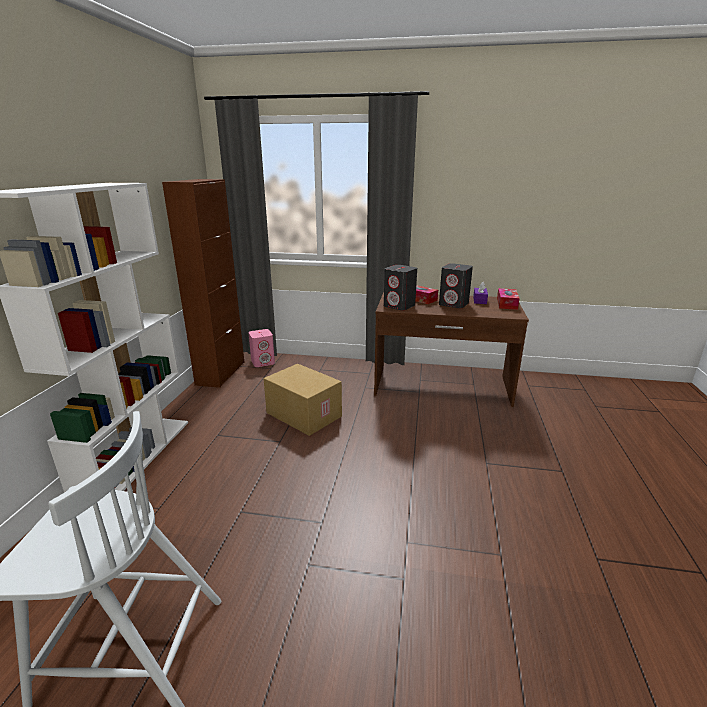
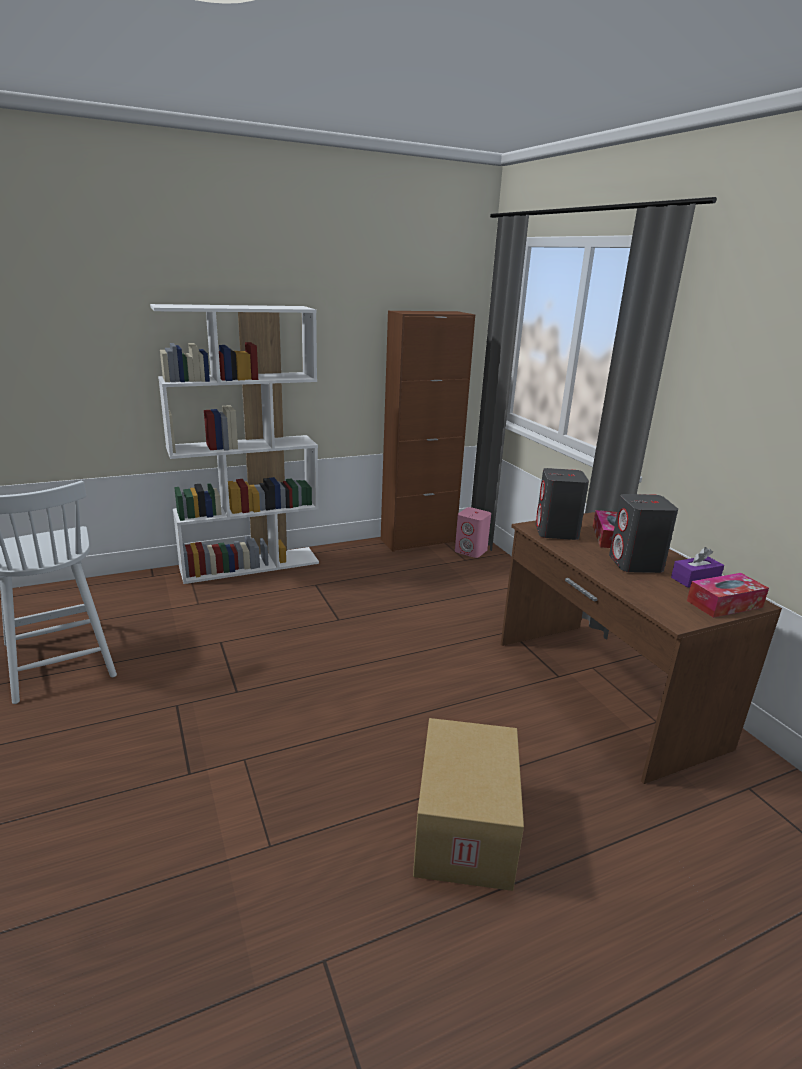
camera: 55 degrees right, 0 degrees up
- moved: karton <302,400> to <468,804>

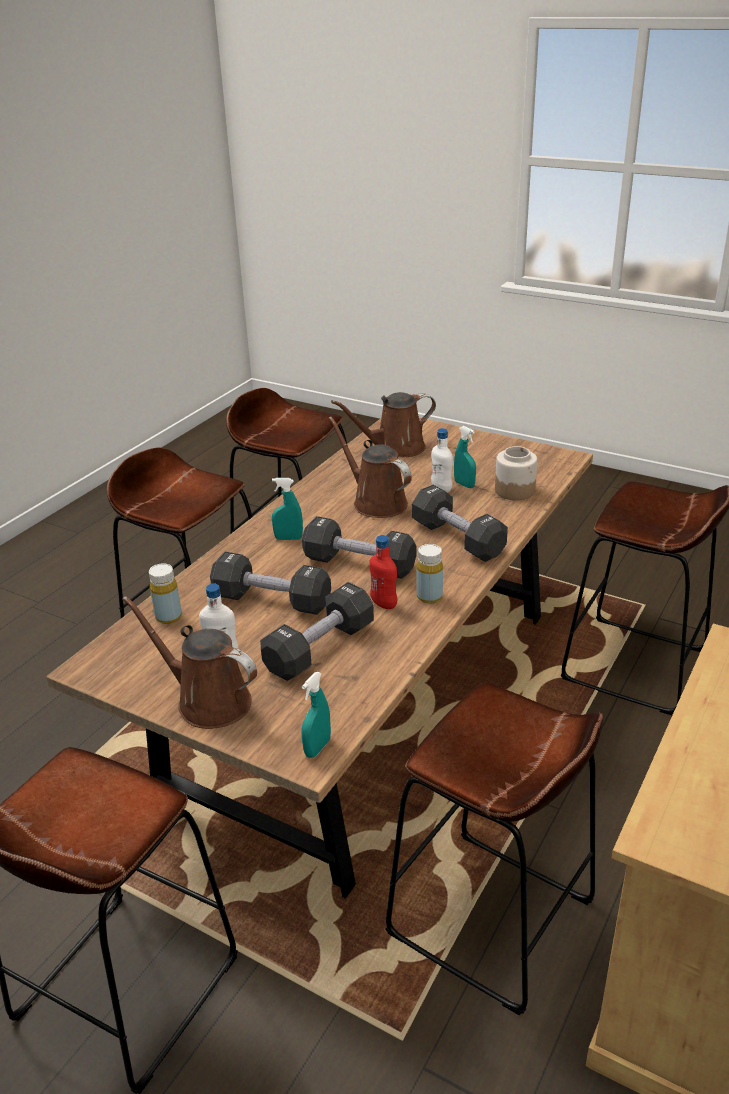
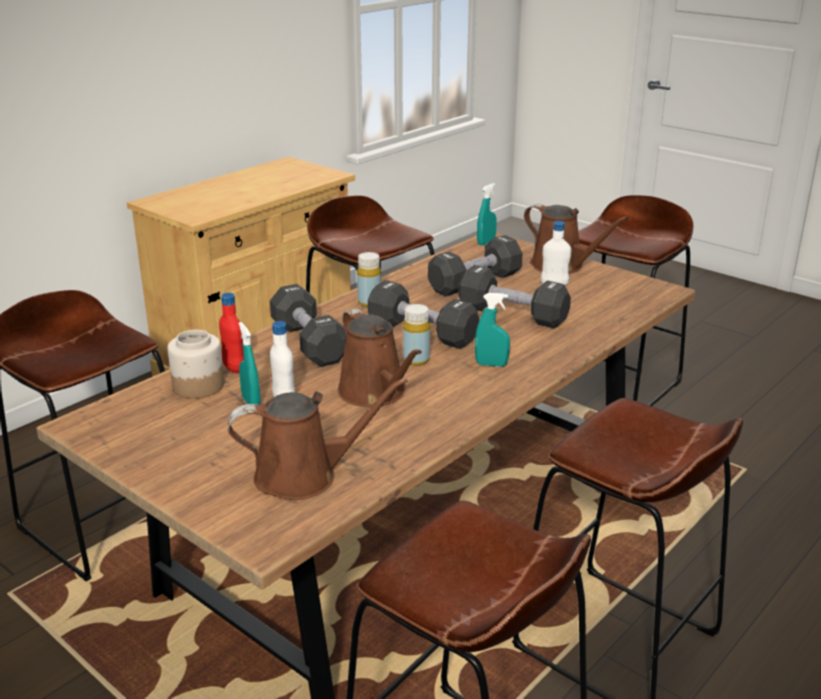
camera: 170 degrees left, 5 degrees down
- moved: butelka/żółty <165,593> to <416,335>
- moved: butelka/czerwony <383,572> to <231,333>

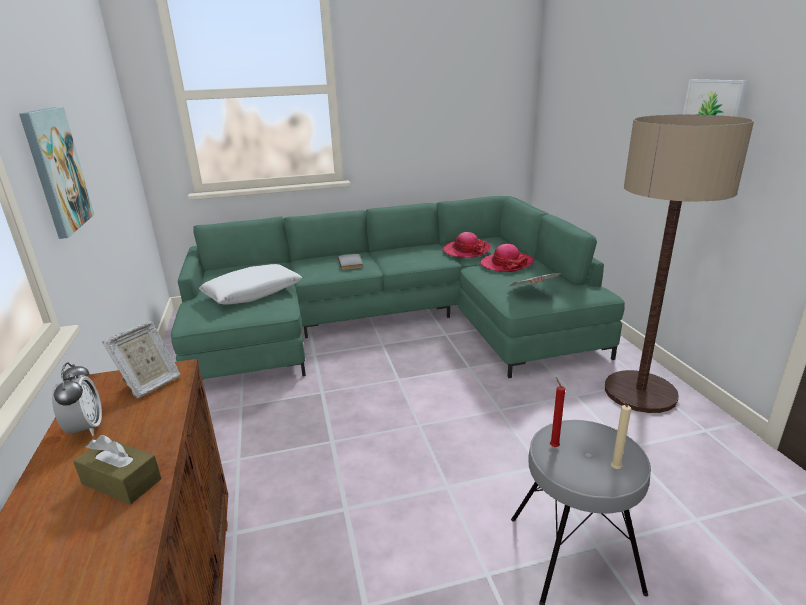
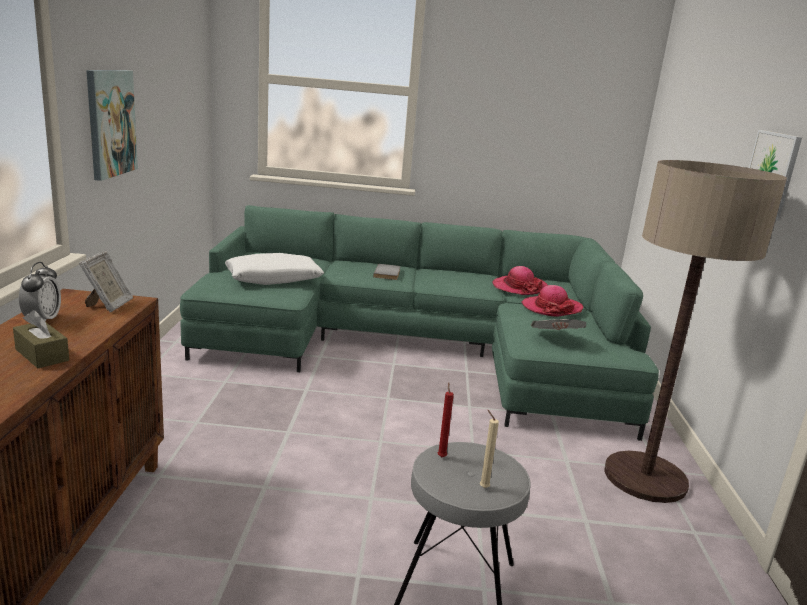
camera: 15 degrees right, 5 degrees down
- turned: ramka na zdjęcie <141,359> = <106,281> 45 degrees counterclockwise

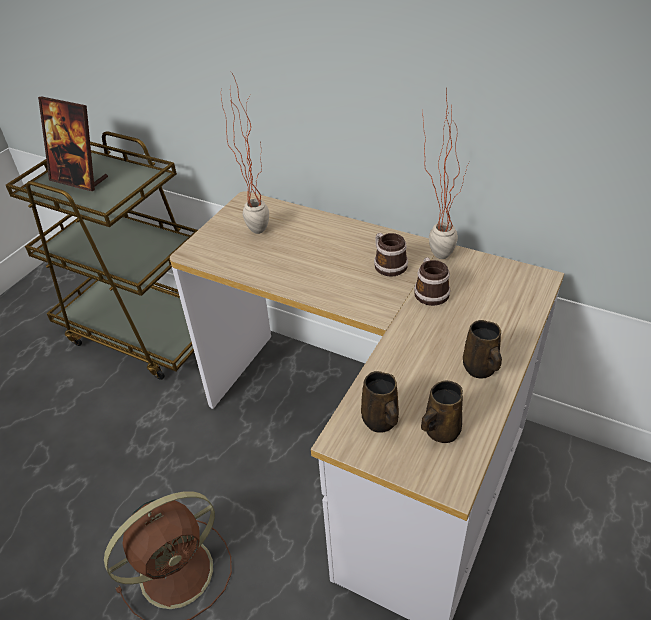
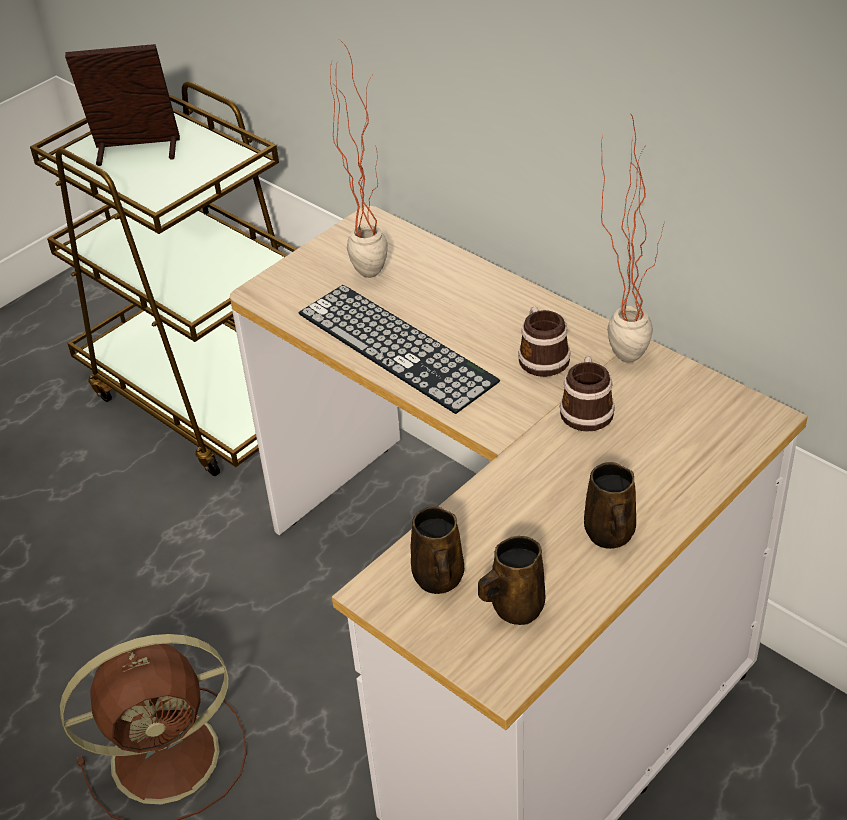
camera: 15 degrees right, 0 degrees up
- turned: ramka na zdjęcie <73,144> = <122,105> 135 degrees clockwise
- added: klawiatura <399,349>

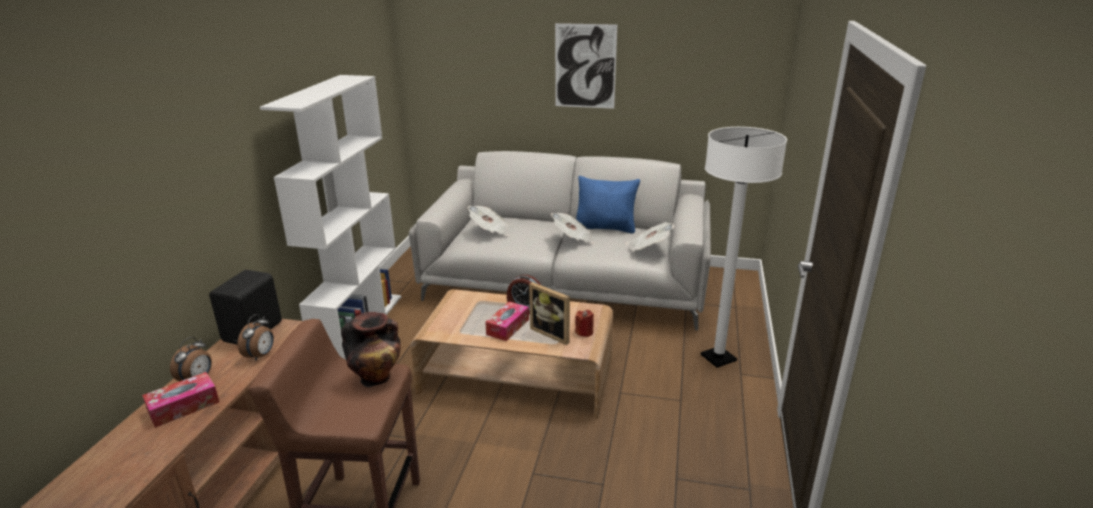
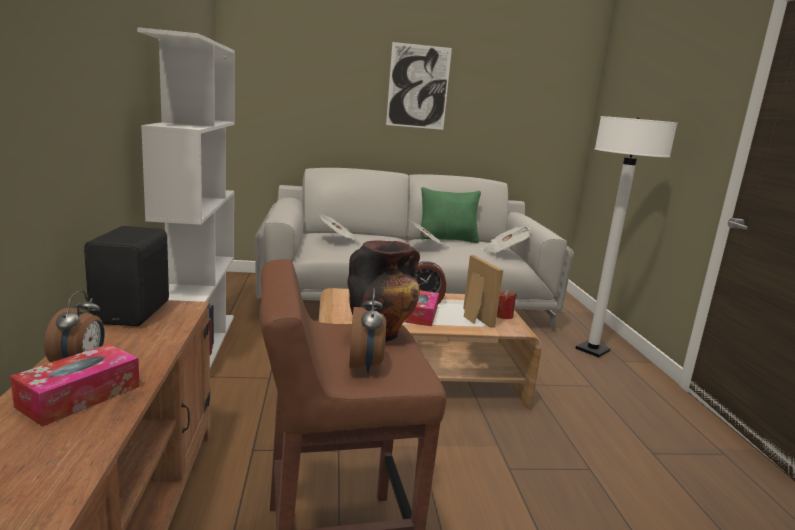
camera: 20 degrees left, 10 degrees down
- moved: budzik <255,337> to <367,331>
- turned: ramka na zdjęcie <549,313> = <483,291> 135 degrees counterclockwise
- recoloured: poduszka/niebieski <608,205> to poduszka/zielony <450,215>

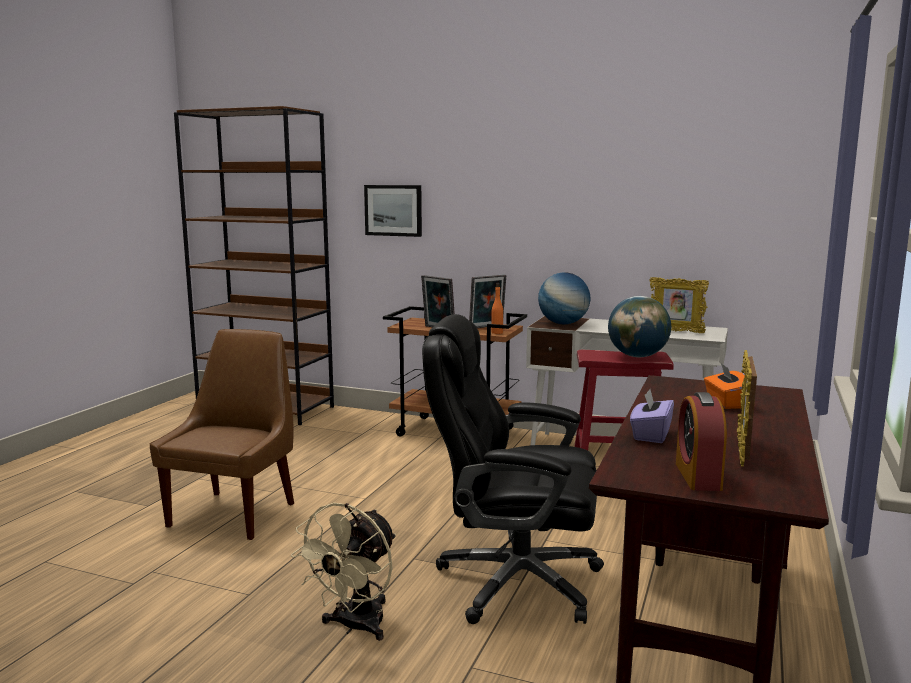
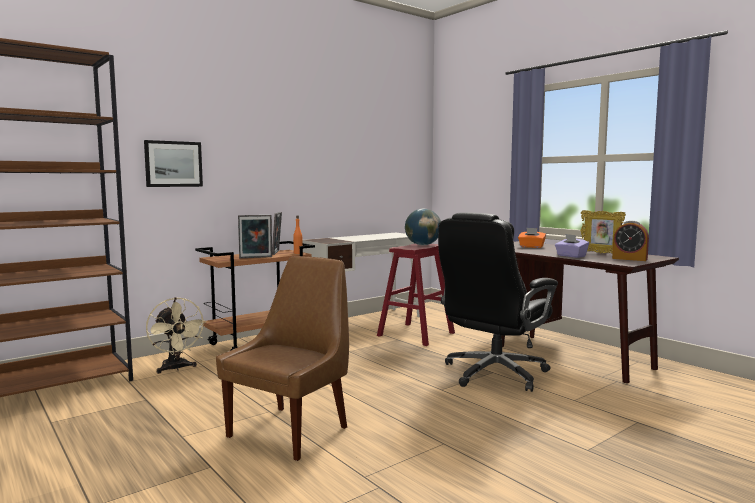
camera: 60 degrees left, 5 degrees down
- turned: krzesło/brązowy <221,434> = <282,358> 75 degrees clockwise
- moved: wentylator/beżowy <343,572> to <176,335>
- removed: globus <564,298>
- removed: ramka na zdjęcie <679,305>

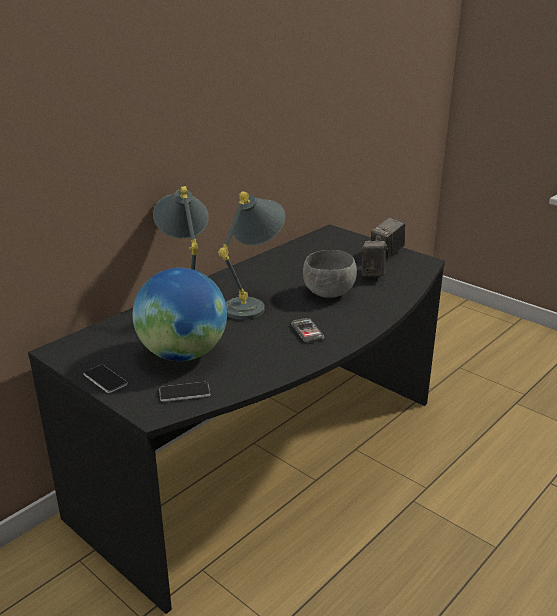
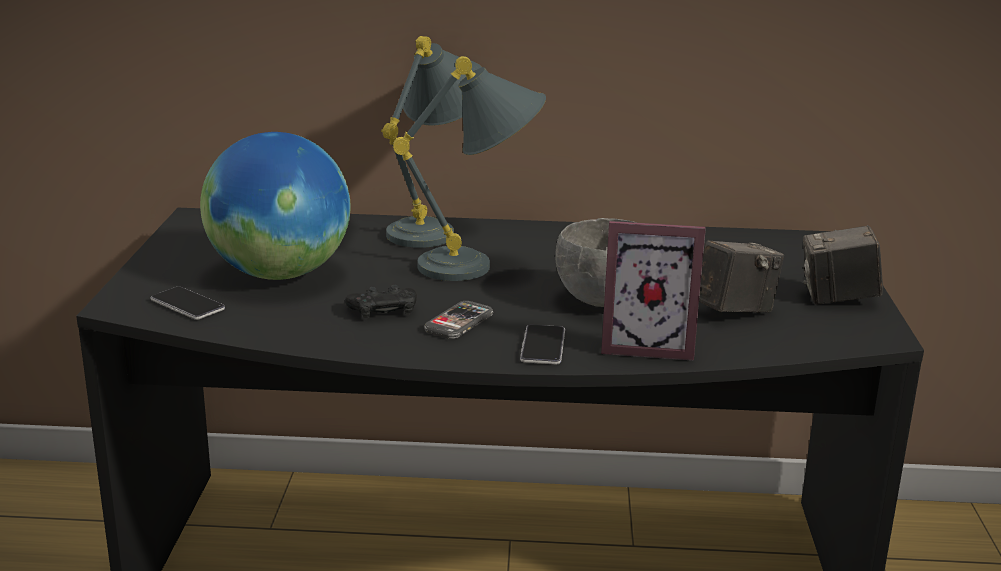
camera: 50 degrees right, 5 degrees down
- moved: telefon <106,379> to <542,344>
- added: pad do gier/czarny <381,302>
- added: ramka na zdjęcie <653,291>

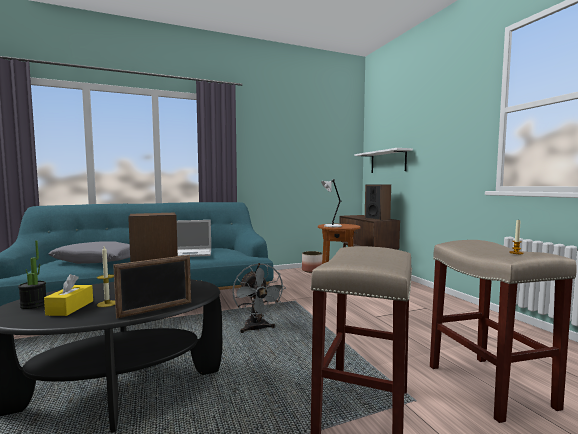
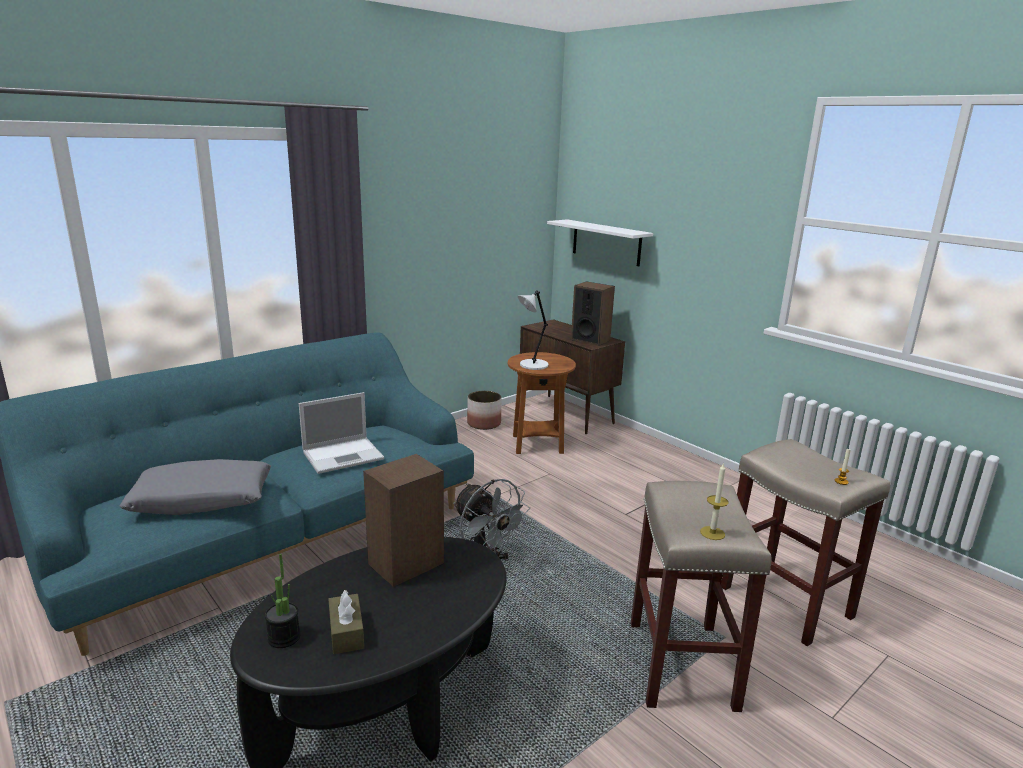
camera: 20 degrees left, 15 degrees up
- recoloured: pudełko chusteczek/żółty <68,295> to pudełko chusteczek/brązowy <346,622>
- moved: świeca <106,276> to <714,501>
- removed: ramka na zdjęcie <152,286>

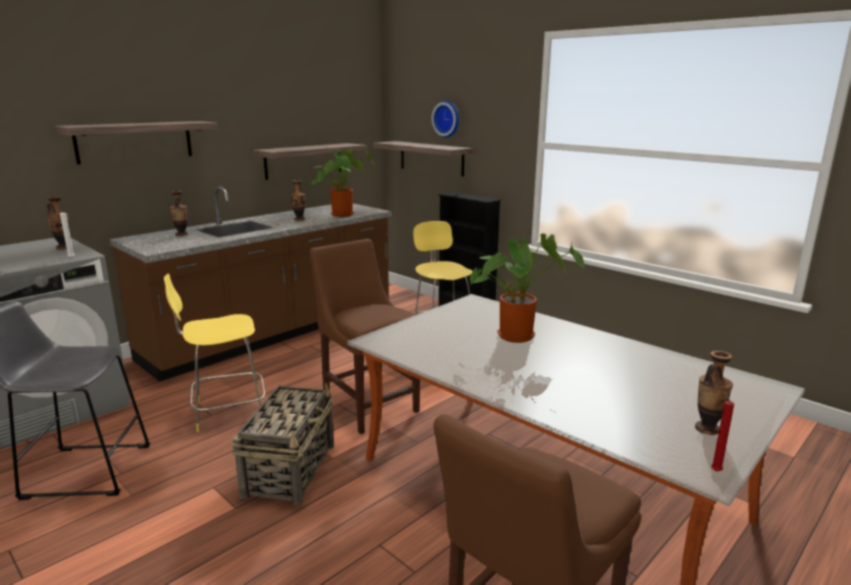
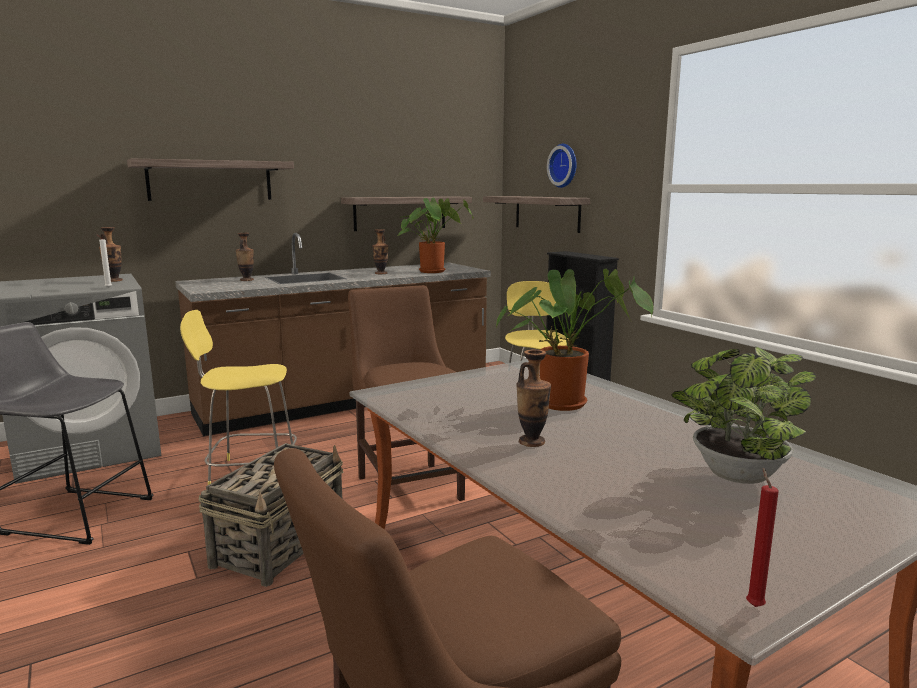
camera: 15 degrees right, 5 degrees down
- moved: wazon <714,393> to <533,398>
- added: roślina doniczkowa <743,415>

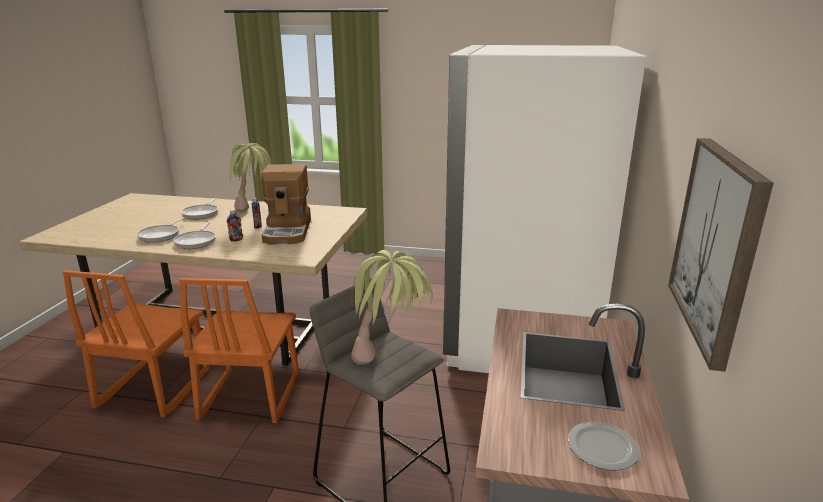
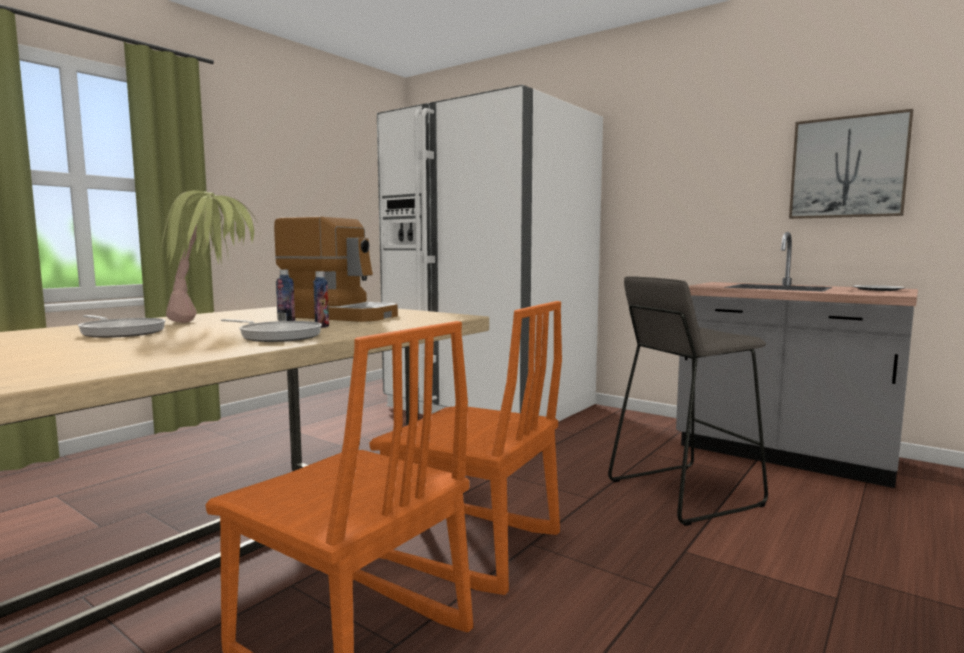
camera: 65 degrees left, 15 degrees down
- removed: patelnia <161,230>
- removed: roślina doniczkowa <392,307>

